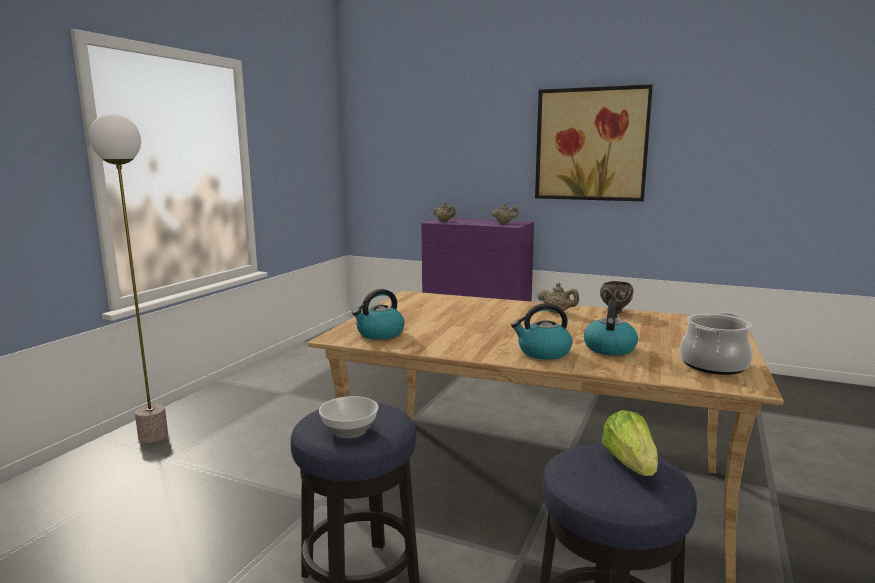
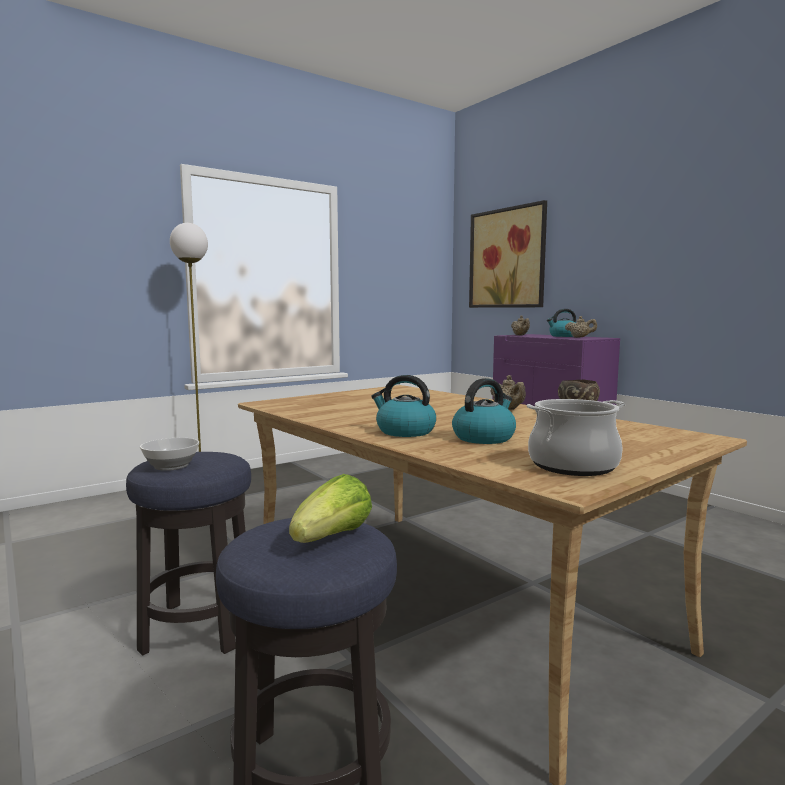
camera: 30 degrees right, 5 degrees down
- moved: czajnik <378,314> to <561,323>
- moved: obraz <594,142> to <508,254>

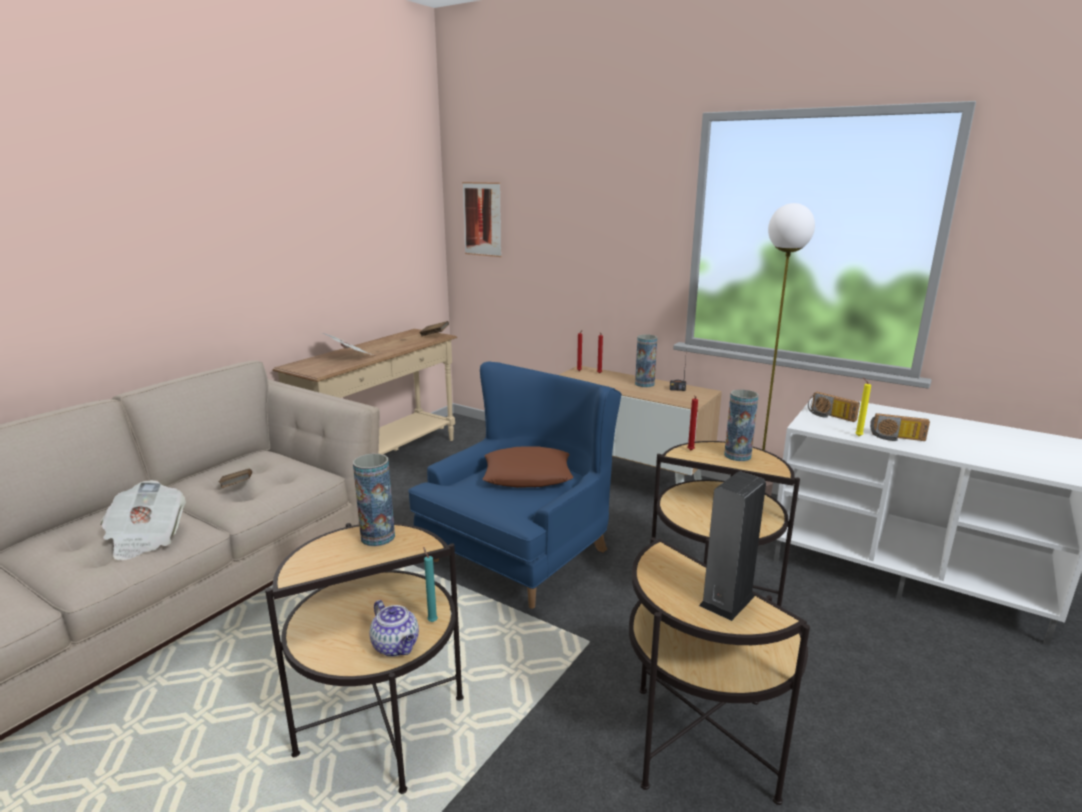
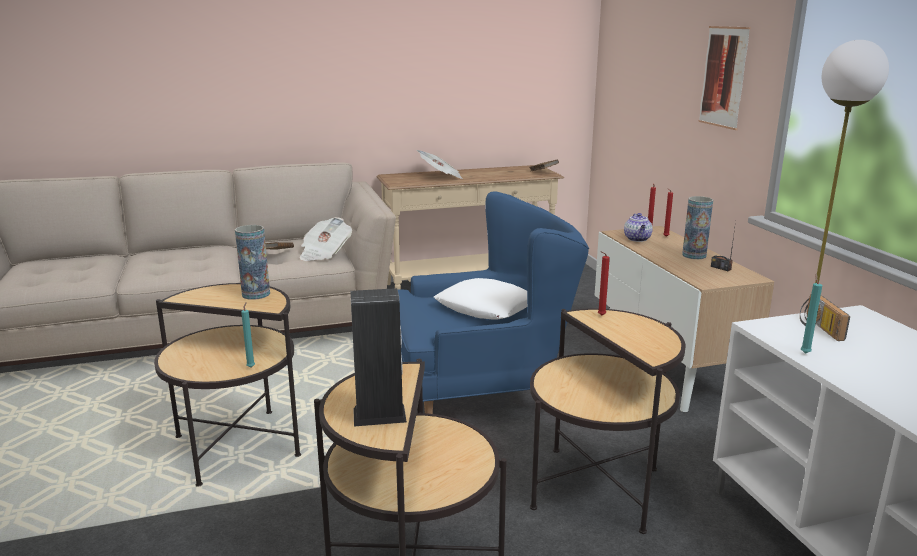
camera: 40 degrees right, 0 degrees up
- moved: gazeta <143,520> to <326,239>
- moved: imbryk <394,628> to <638,227>
- moved: obraz <482,219> to <724,78>
- recoloured: poduszka/brązowy <528,467> to poduszka/biały <480,299>
- removed: wazon <741,425>
- recoloured: świeca/żółty <863,406> to świeca/turkusowy <811,314>
- removed: radio <900,427>

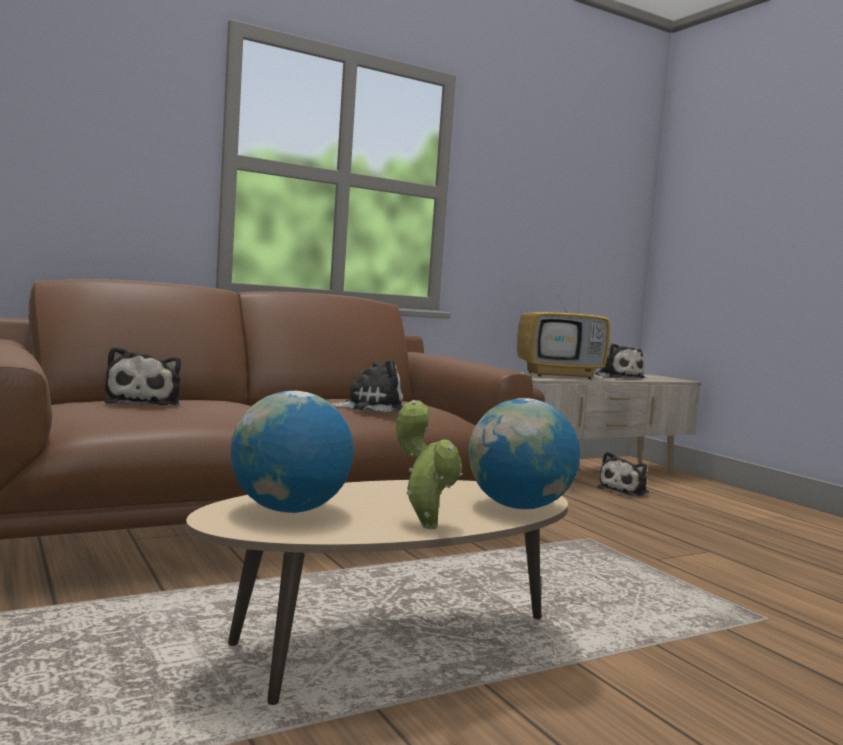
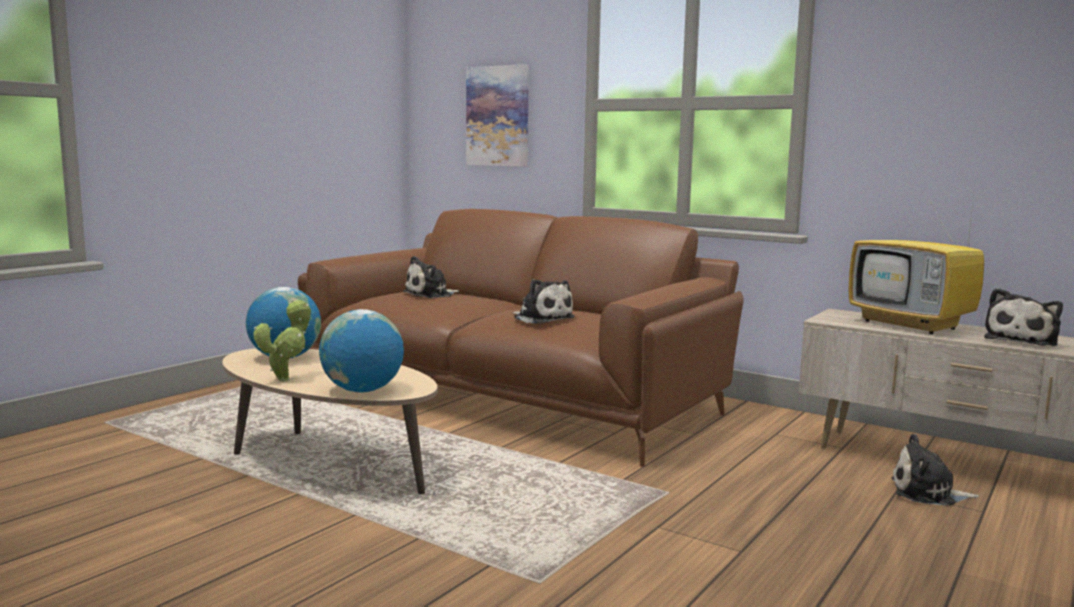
camera: 65 degrees right, 5 degrees up
- added: obraz <497,115>

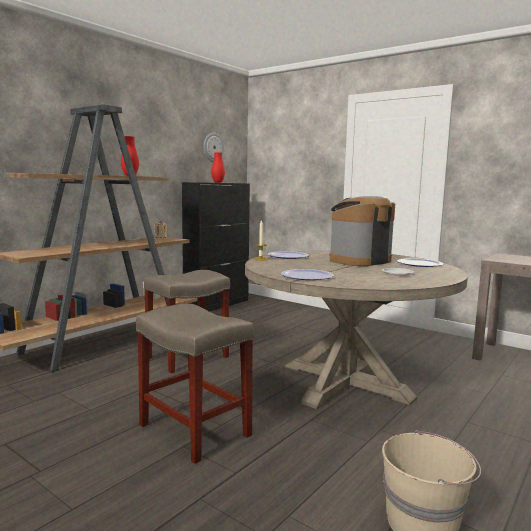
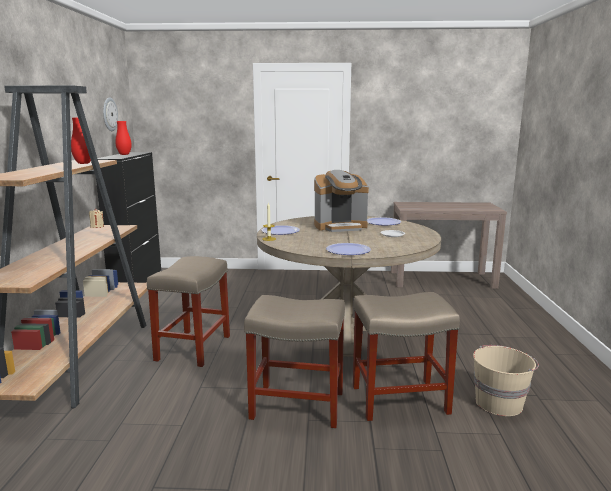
camera: 35 degrees left, 5 degrees up
- turned: ekspres do kawy <362,231> = <341,201> 120 degrees counterclockwise
- added: stołek/beżowy <406,356>

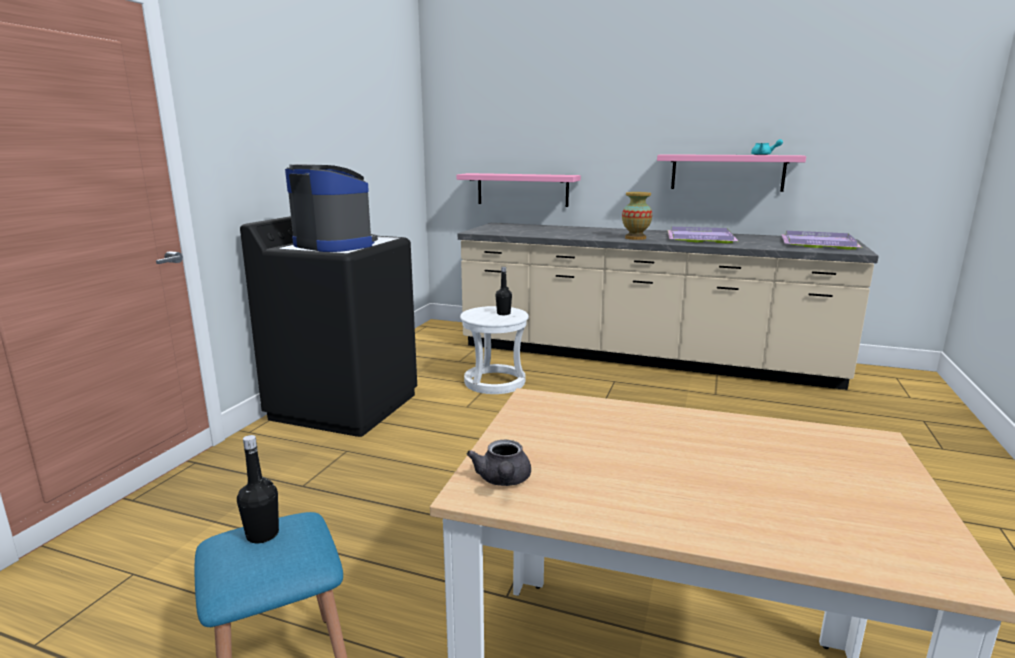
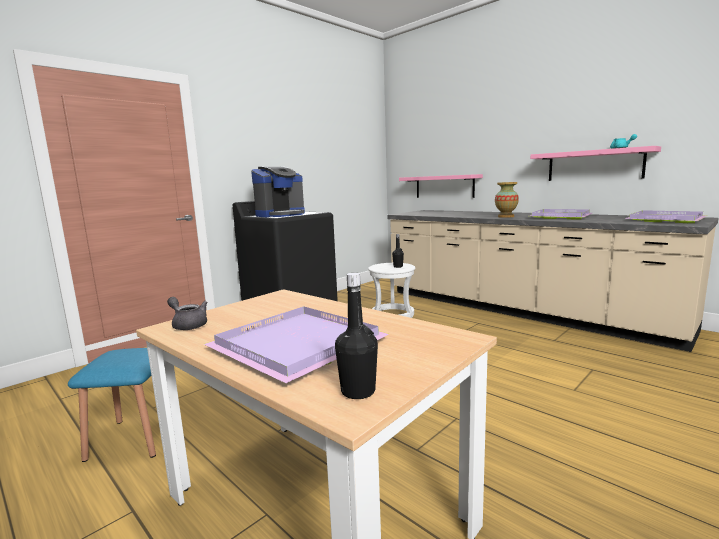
camera: 25 degrees right, 5 degrees down
- moved: butelka/czarny <258,489> to <356,336>
- turned: ekspres do kawy <331,208> = <278,192> 75 degrees clockwise
- turned: imbryk/szary <499,462> = <187,313> 105 degrees clockwise
- added: taca/fioletowy <296,344>

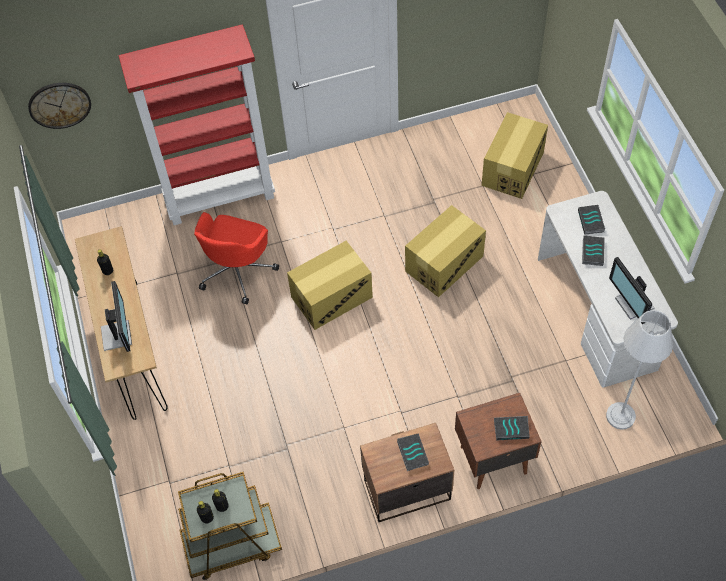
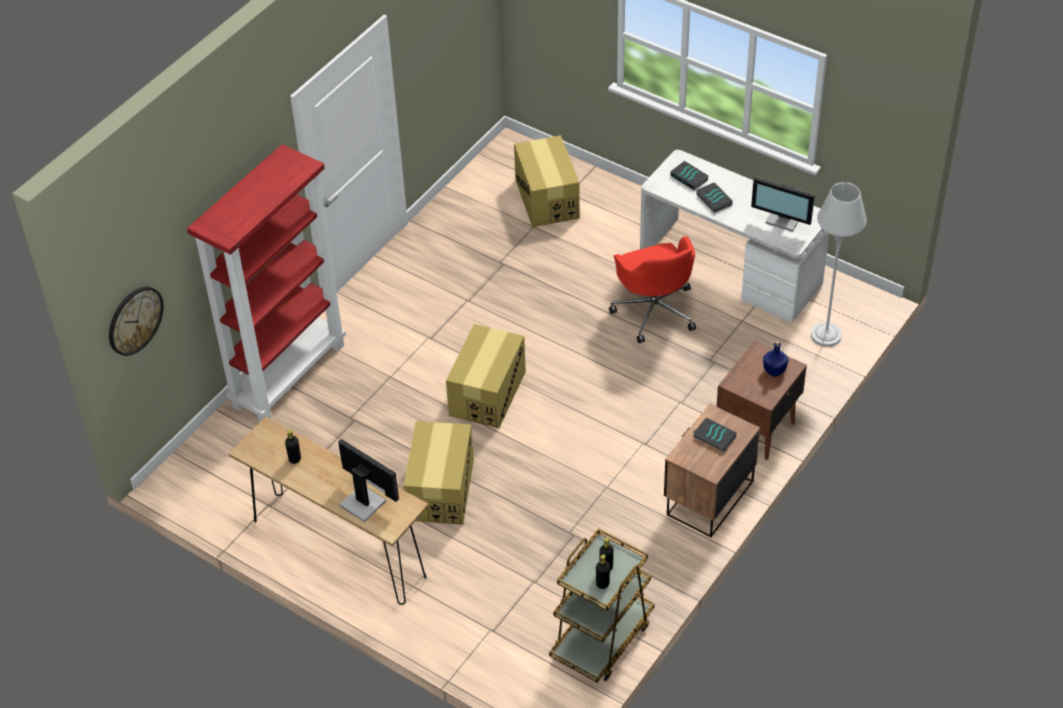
camera: 40 degrees left, 10 degrees down
- moved: krzesło biurowe/czerwony <236,258> to <652,289>
- moved: karton <445,251> to <438,473>
- replaced: książka <512,428> to butelka/niebieski <775,359>

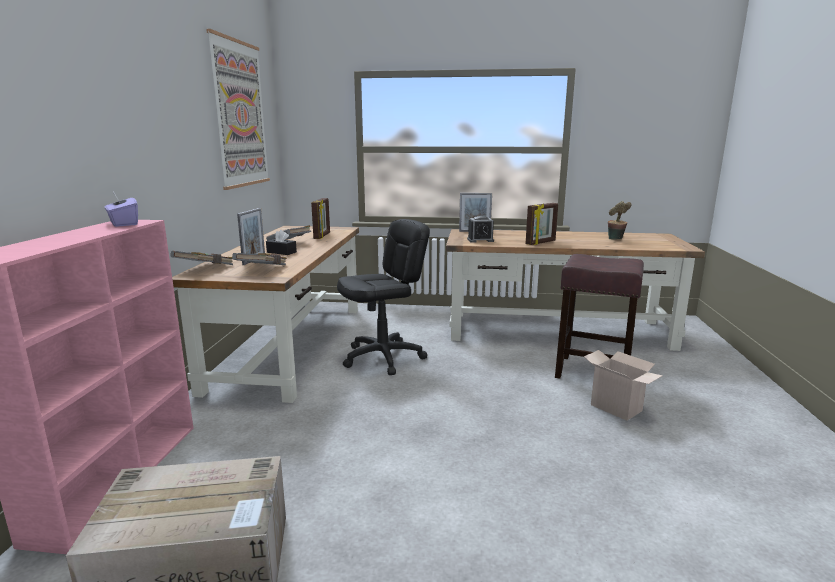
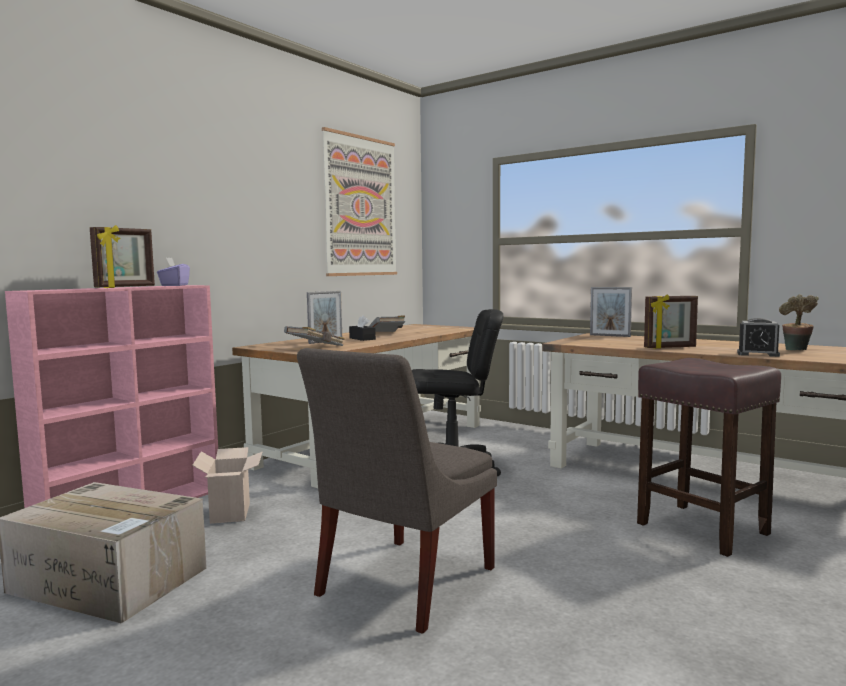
camera: 30 degrees right, 10 degrees down
- removed: książka/szary <202,258>
- moved: ramka na zdjęcie <320,218> to <122,256>
- moved: budzik <480,229> to <758,337>
- moved: karton <623,385> to <227,485>
- added: krzesło/szary <397,491>

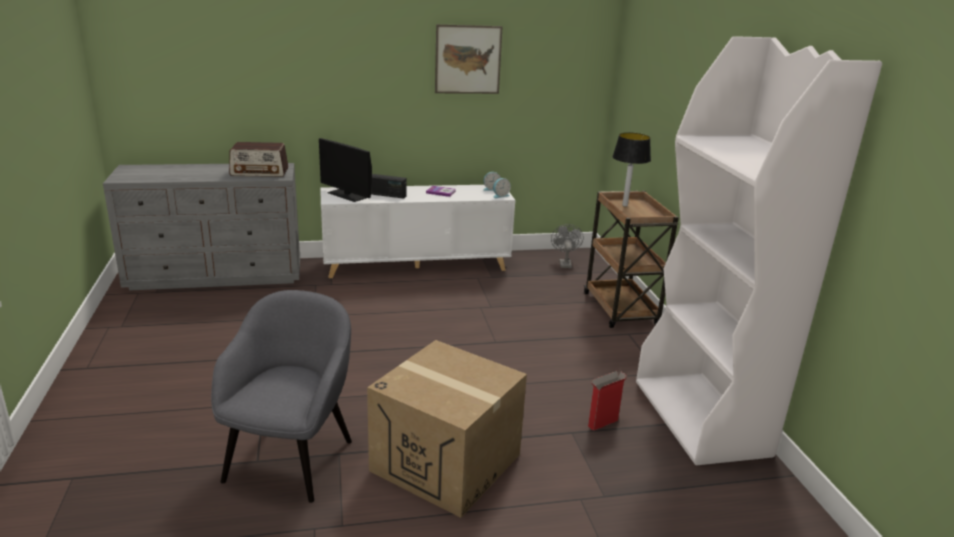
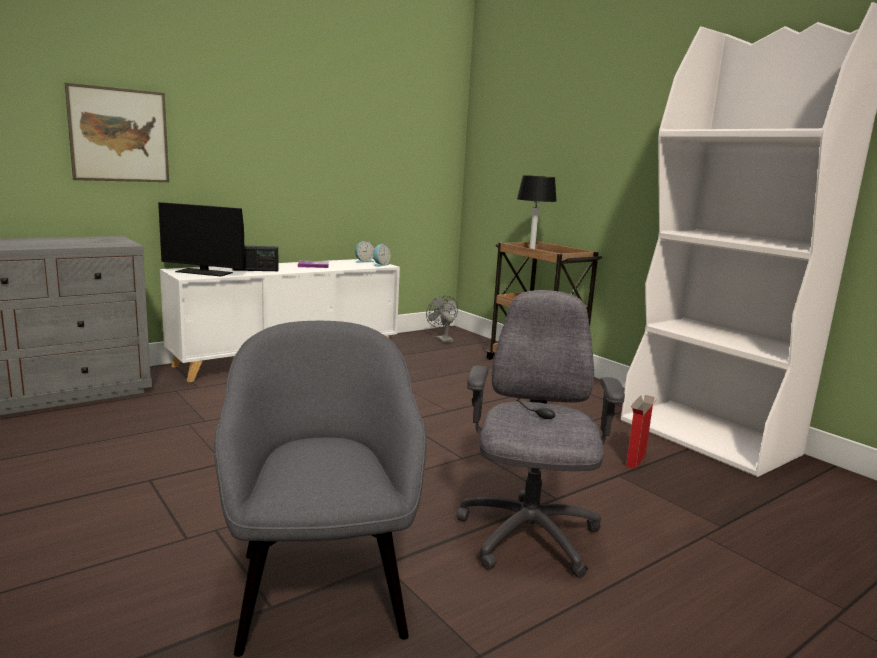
camera: 25 degrees left, 10 degrees down
- removed: radio <258,159>
- replaced: karton <447,429> to krzesło biurowe/szary <540,434>
- moved: obraz <469,59> to <117,132>

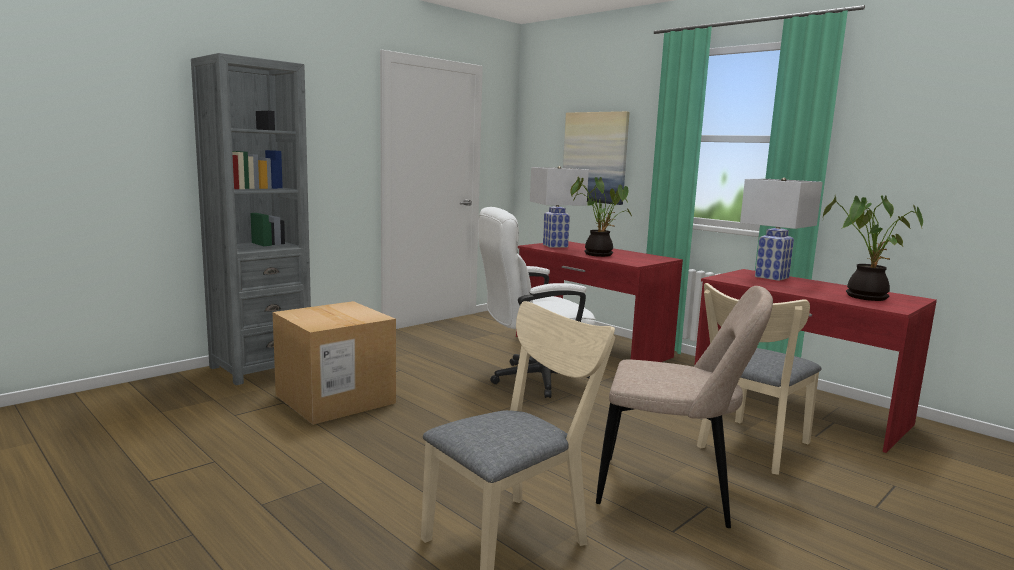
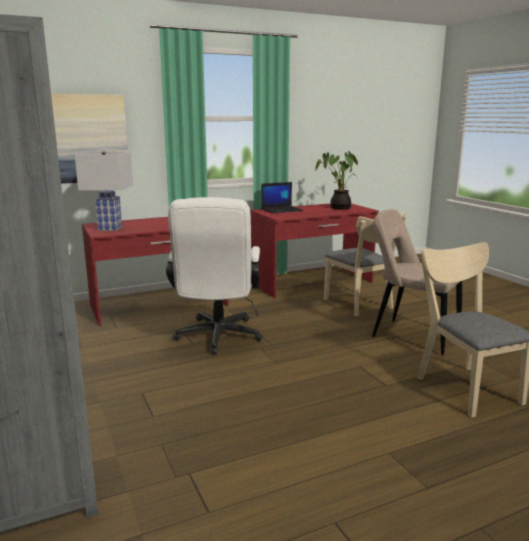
camera: 70 degrees left, 5 degrees up
- removed: karton <334,363>
- removed: roślina doniczkowa <601,216>
- turned: krzesło/beżowy <684,407> = <417,282> 90 degrees counterclockwise
- replaced: lampa stołowa/biały <781,229> to laptop <282,198>

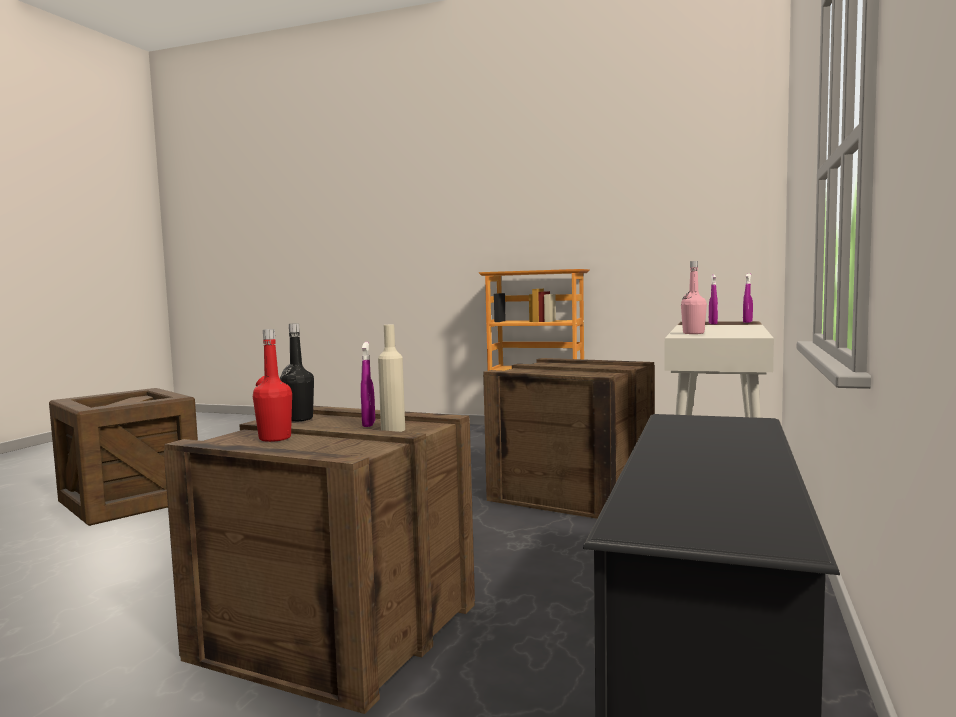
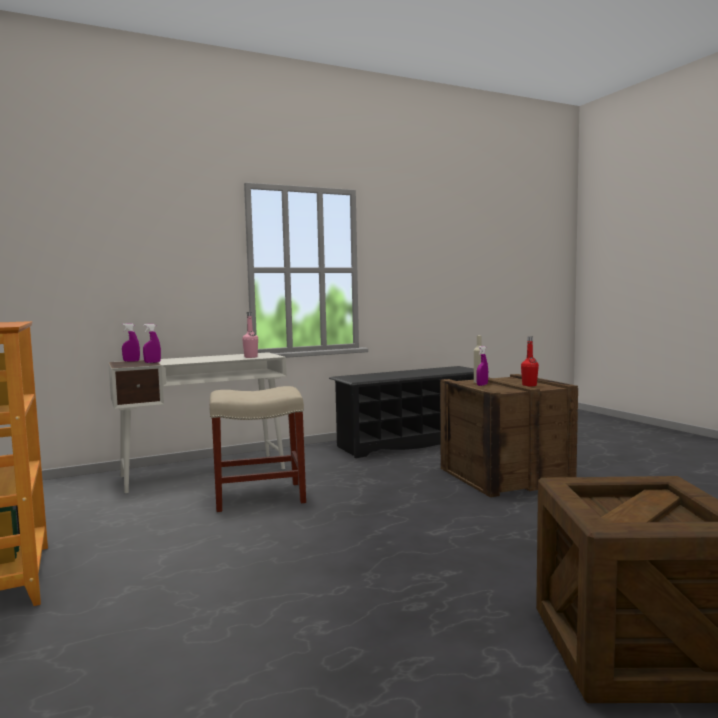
camera: 135 degrees left, 0 degrees up
- removed: butelka/czarny <297,372>
- replaced: skrzynka <569,438> to stołek/beżowy <257,449>

